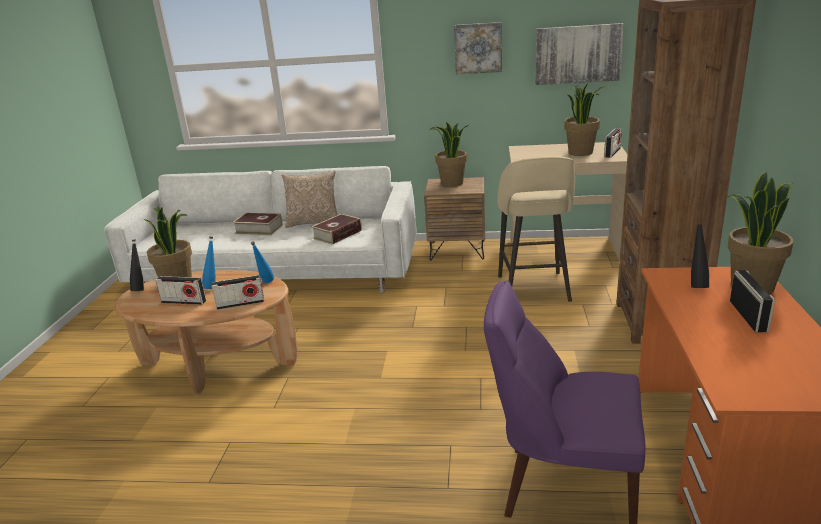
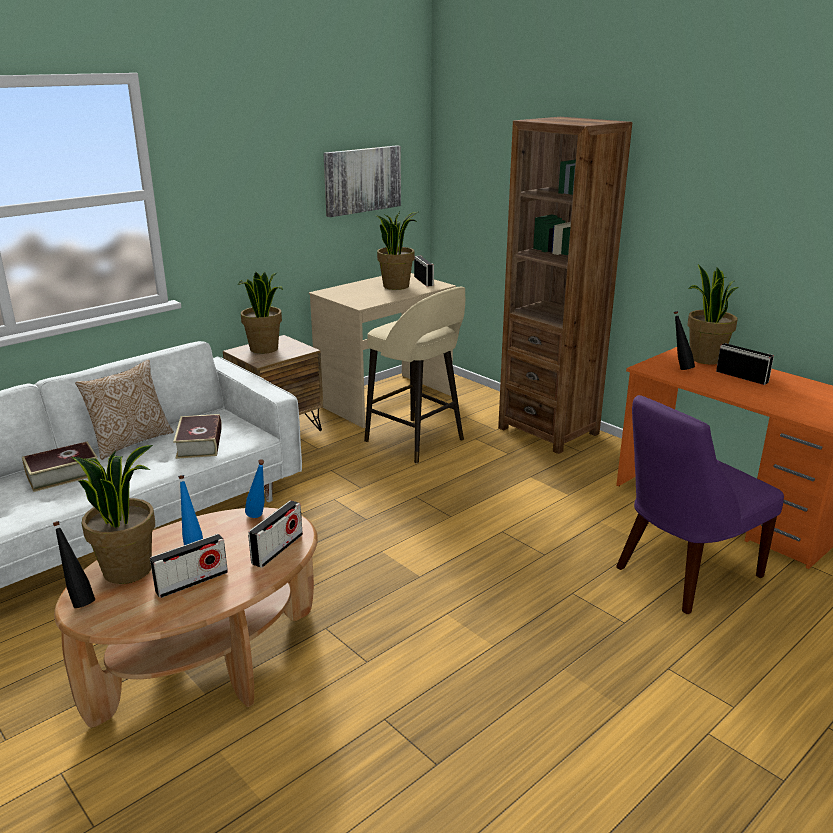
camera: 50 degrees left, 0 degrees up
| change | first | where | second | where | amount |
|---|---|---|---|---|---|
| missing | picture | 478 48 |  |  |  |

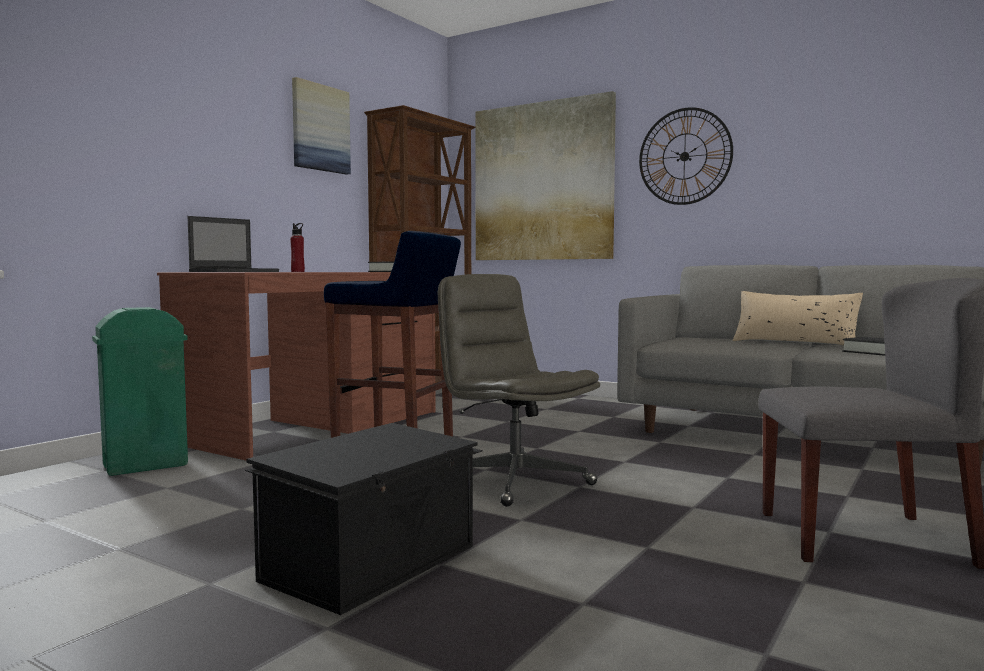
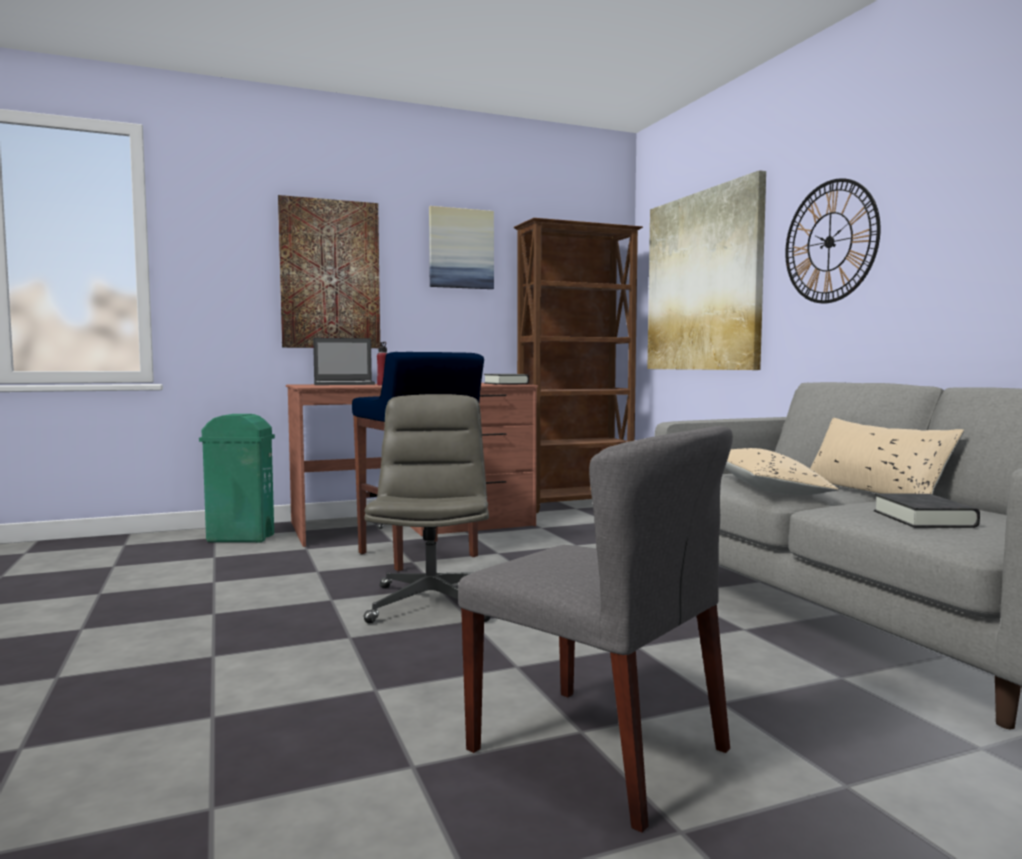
camera: 35 degrees right, 0 degrees up
| change | first | where | second | where | amount |
|---|---|---|---|---|---|
| missing | black storage box | 364 519 |  |  |  |
| appeared |  |  | picture | 329 271 |  |
| appeared |  |  | beige pillow | 782 471 |  |

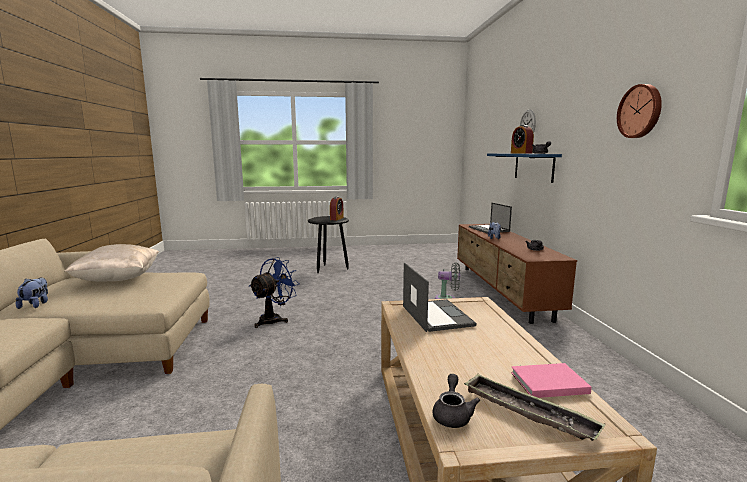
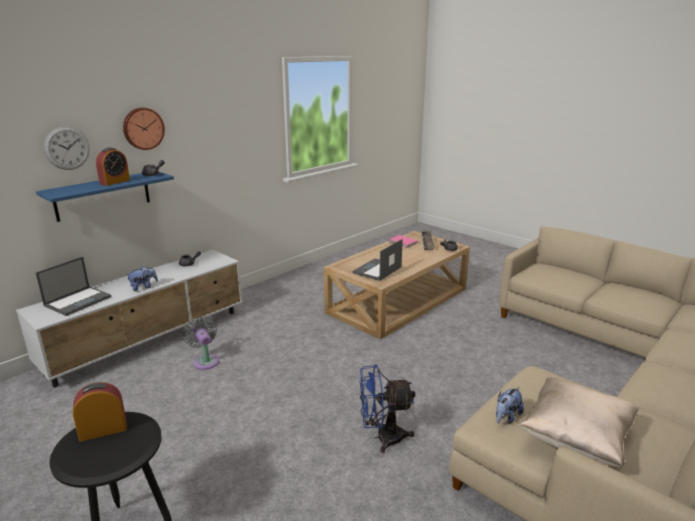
camera: 130 degrees left, 10 degrees up
| change | first | where | second | where | amount |
|---|---|---|---|---|---|
| relocated | wall clock | 639 111 |  | 144 129 |  |
| colour | brown tv stand | 517 274 | white tv stand | 129 318 |  |
| relocated | plush toy | 32 293 |  | 510 405 |  |

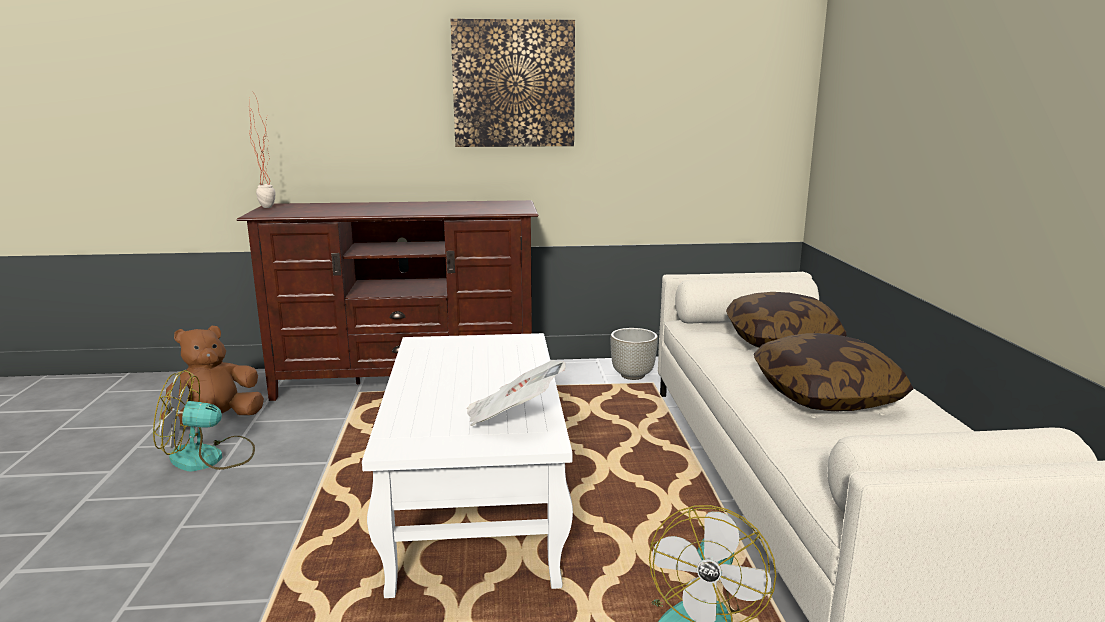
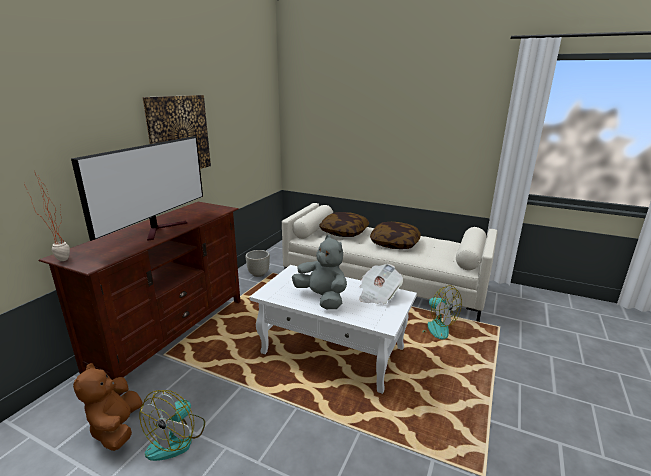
camera: 60 degrees left, 5 degrees up
| change | first | where | second | where | amount |
|---|---|---|---|---|---|
| appeared |  |  | television | 137 188 |  |
| appeared |  |  | grey plush toy | 319 272 |  |

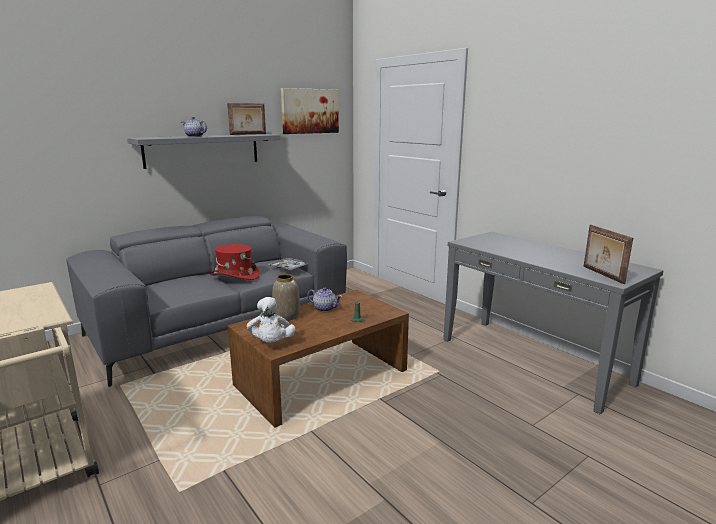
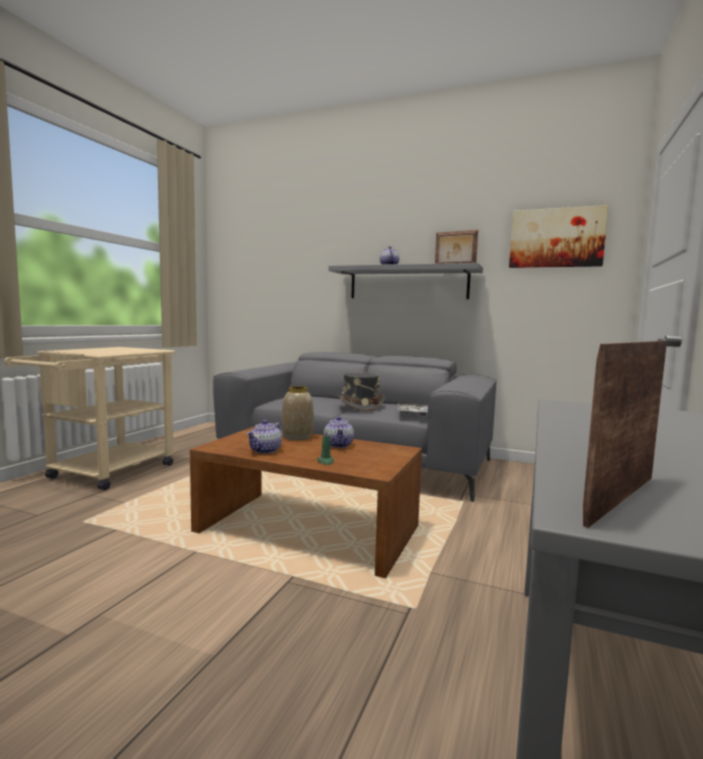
camera: 60 degrees right, 10 degrees down
| change | first | where | second | where | amount |
|---|---|---|---|---|---|
| colour | red hat | 235 262 | grey hat | 360 391 |  |
| missing | white plush toy | 271 320 |  |  |  |
| appeared |  |  | teapot | 264 437 |  |

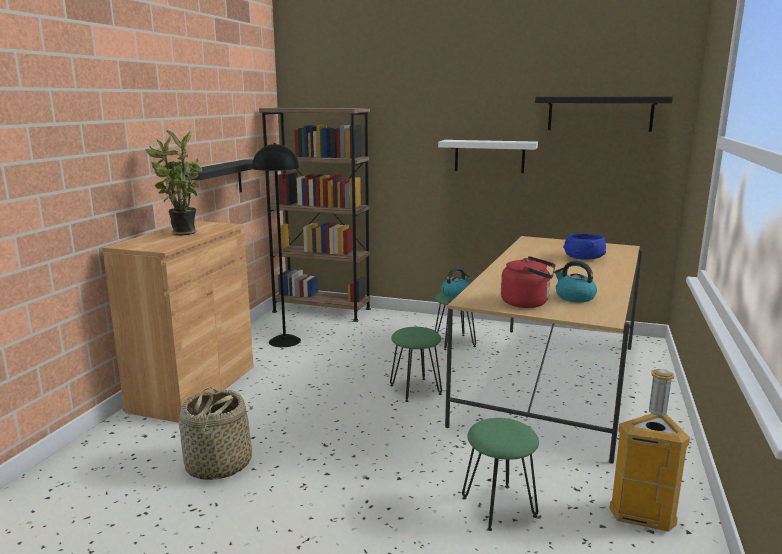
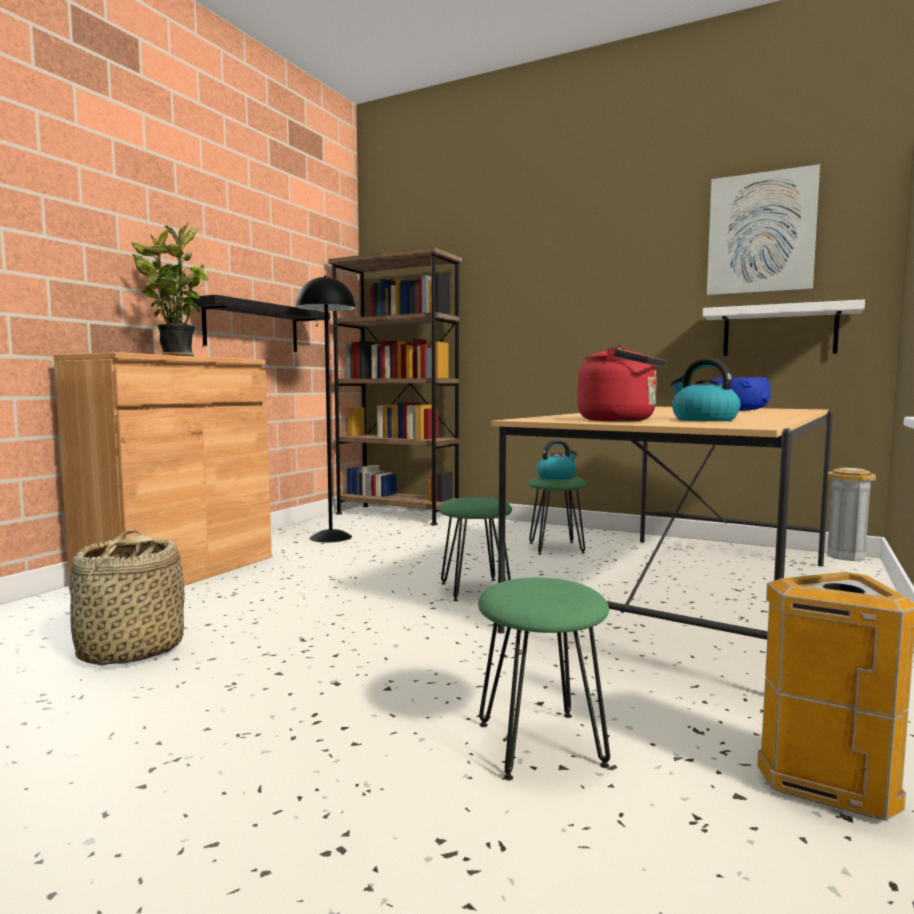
camera: 10 degrees right, 10 degrees down
| change | first | where | second | where | amount |
|---|---|---|---|---|---|
| exchanged | black shelf | 604 114 | picture | 763 230 |  |
| relocated | white shelf | 488 156 |  | 784 327 |  |

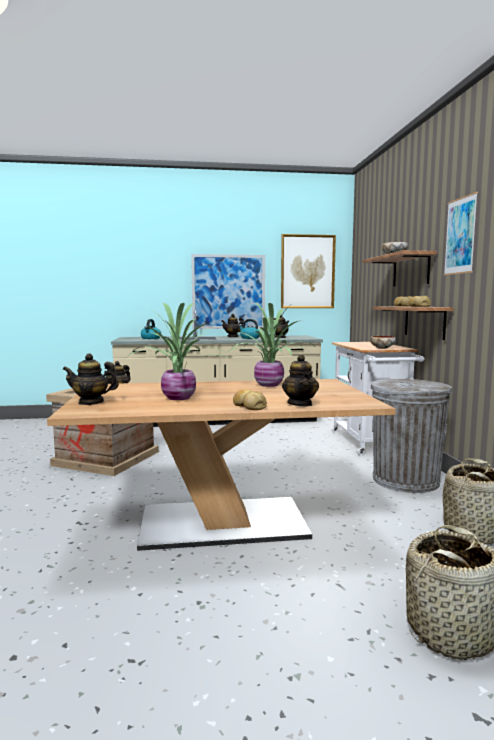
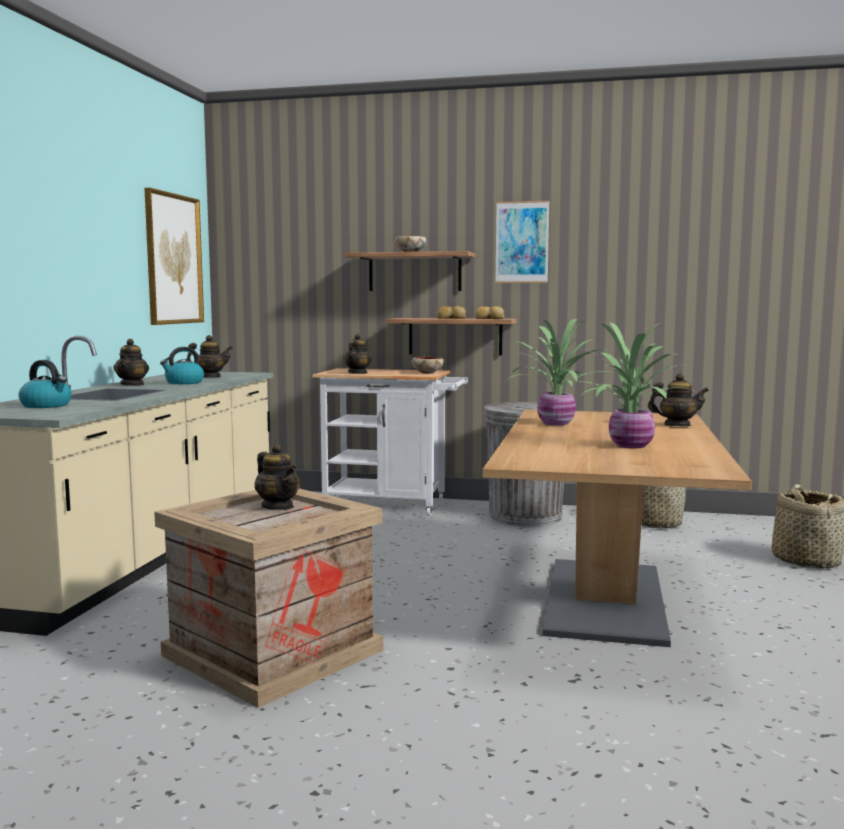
camera: 70 degrees left, 0 degrees up
| change | first | where | second | where | amount |
|---|---|---|---|---|---|
| missing | picture | 228 291 |  |  |  |
| relocated | teapot | 91 379 |  | 357 354 |  |
| missing | bread | 250 399 |  |  |  |

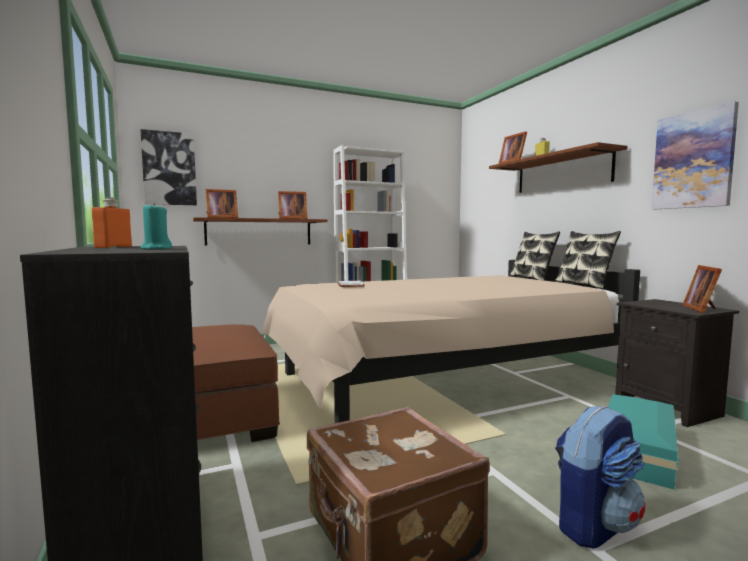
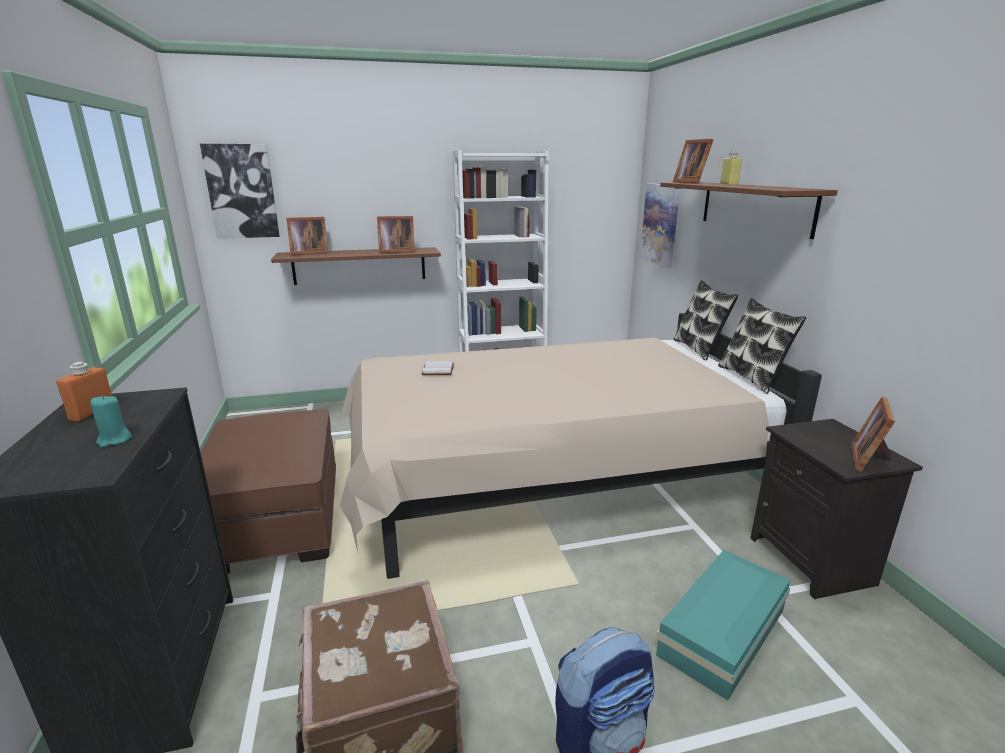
camera: 10 degrees right, 15 degrees up
| change | first | where | second | where | amount |
|---|---|---|---|---|---|
| relocated | picture | 695 155 |  | 660 225 |  |

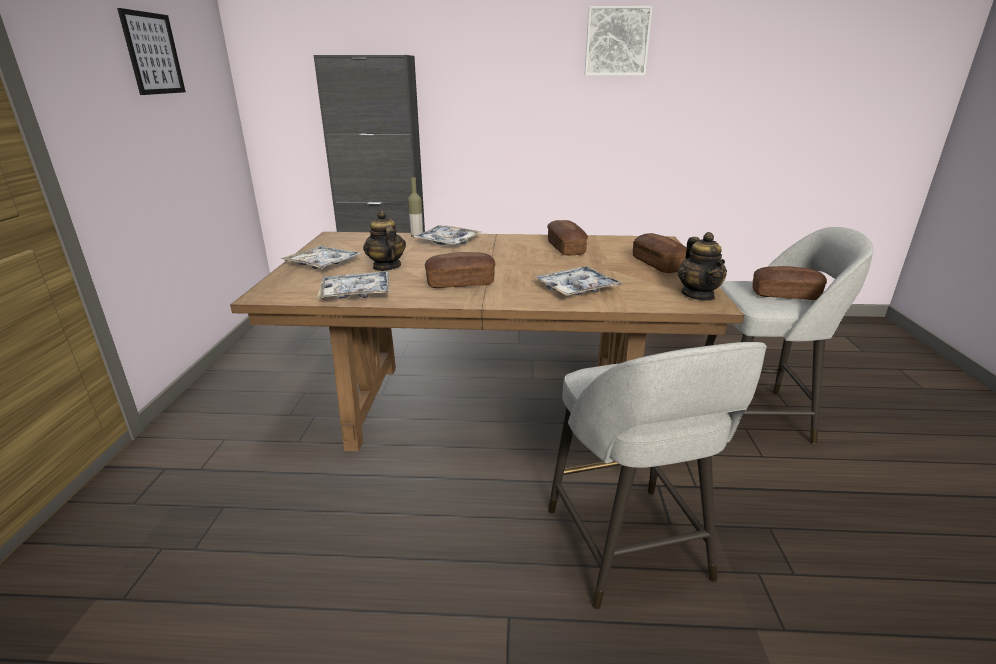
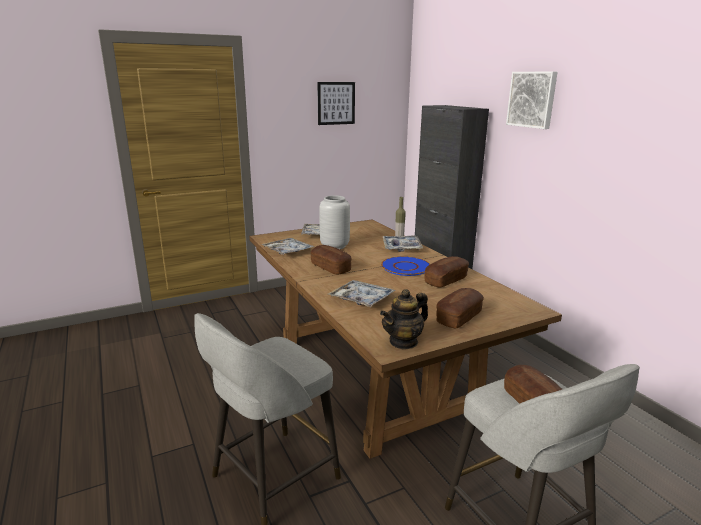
camera: 60 degrees right, 5 degrees down
| change | first | where | second | where | amount |
|---|---|---|---|---|---|
| relocated | picture | 618 40 |  | 532 100 |  |
| exchanged | teapot | 384 240 | grey vase | 334 222 |  |
| appeared |  |  | blue plate | 405 266 |  |

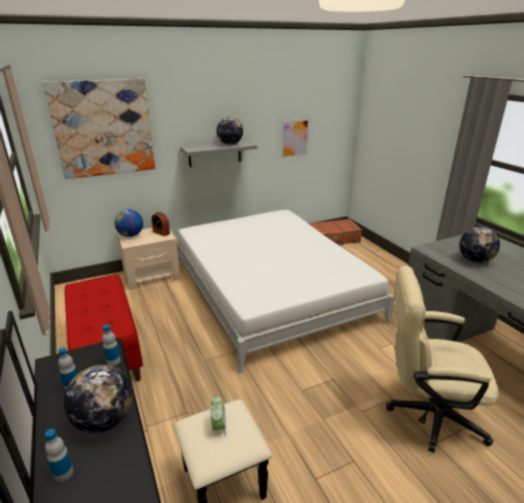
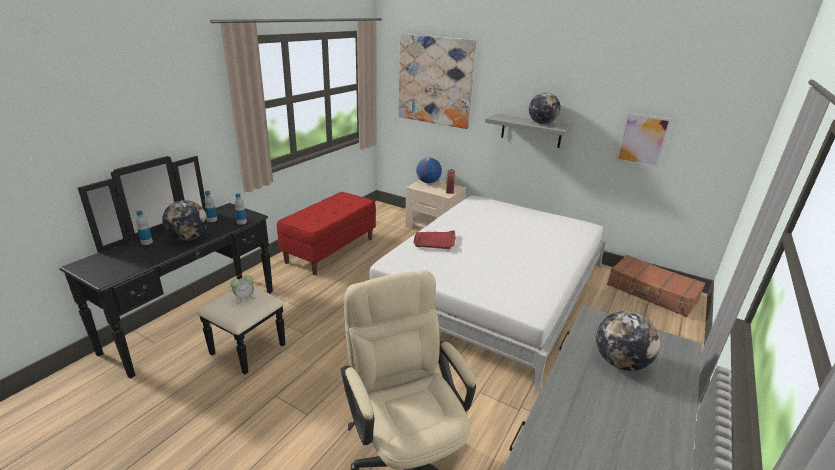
camera: 55 degrees right, 0 degrees up
| change | first | where | second | where | amount |
|---|---|---|---|---|---|
| appeared |  |  | red tray | 434 239 |  |

